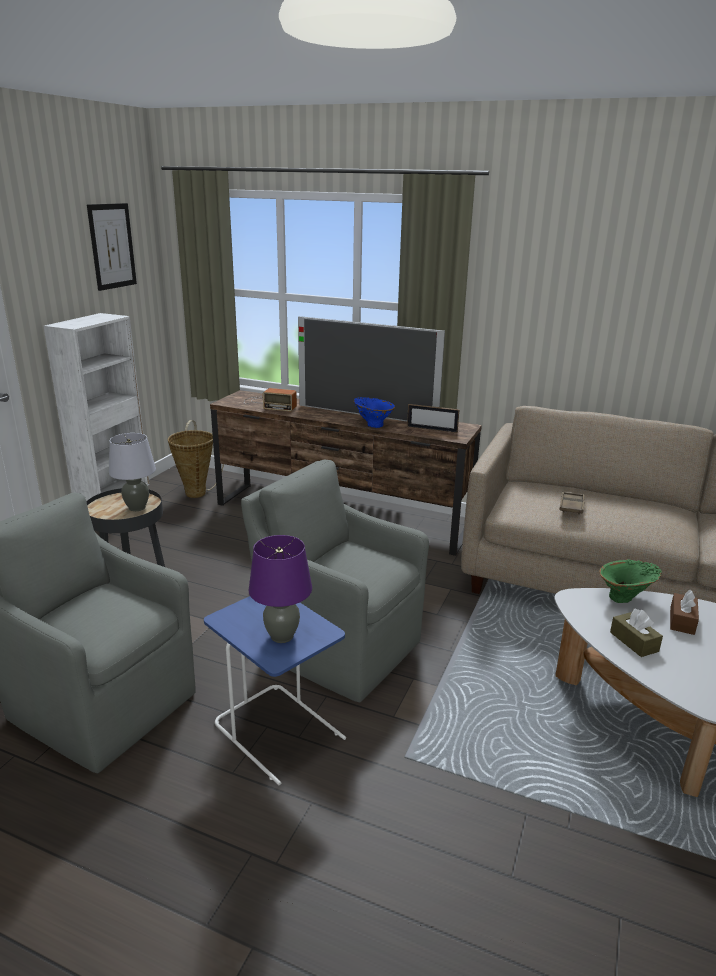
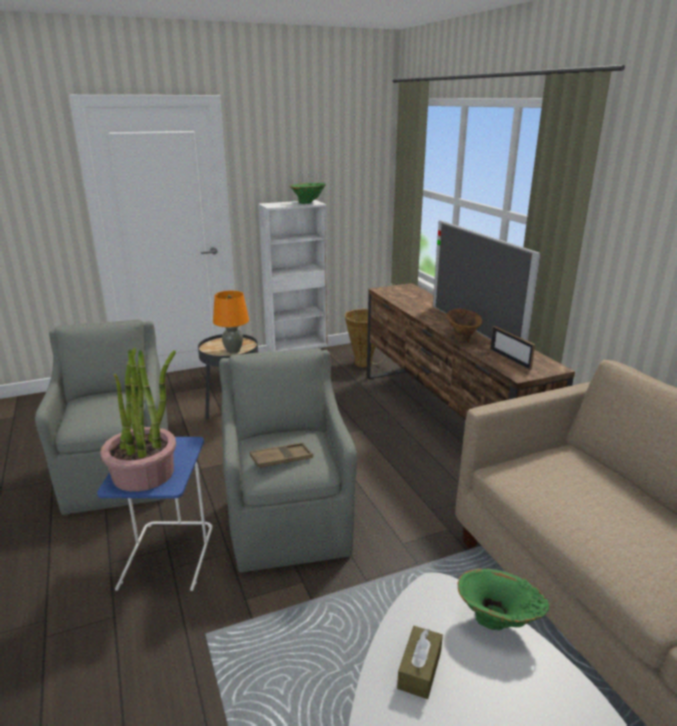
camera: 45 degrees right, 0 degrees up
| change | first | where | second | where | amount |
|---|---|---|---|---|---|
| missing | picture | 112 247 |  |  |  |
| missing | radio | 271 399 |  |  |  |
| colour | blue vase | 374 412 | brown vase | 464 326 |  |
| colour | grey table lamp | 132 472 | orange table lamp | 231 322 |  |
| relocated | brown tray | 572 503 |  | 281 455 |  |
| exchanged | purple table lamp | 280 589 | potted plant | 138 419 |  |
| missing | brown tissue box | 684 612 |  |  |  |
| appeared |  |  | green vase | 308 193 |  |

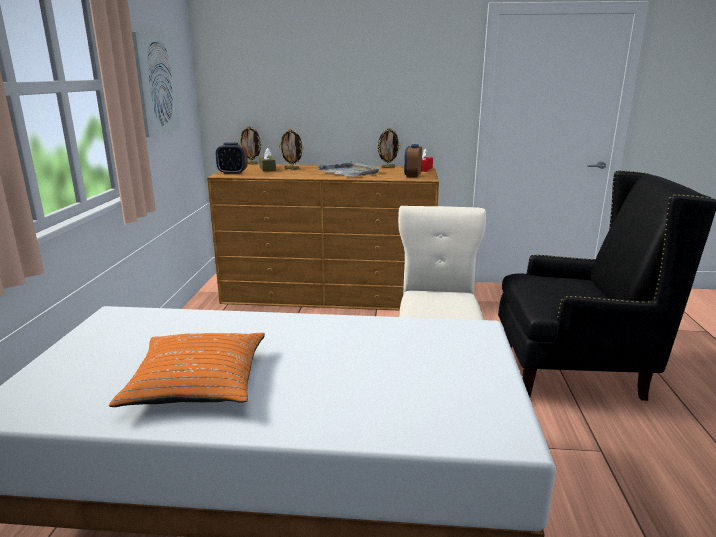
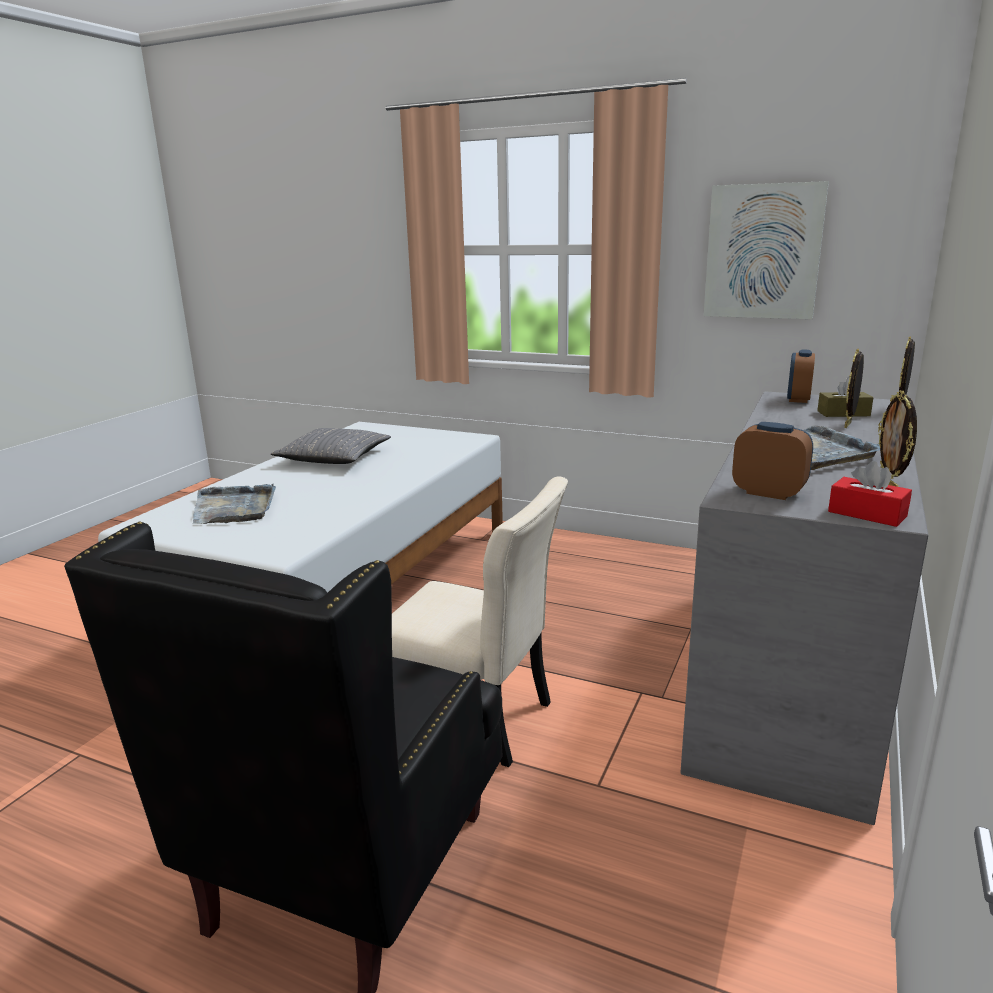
camera: 110 degrees right, 0 degrees up
| change | first | where | second | where | amount |
|---|---|---|---|---|---|
| colour | brown dresser | 323 237 | grey dresser | 804 608 |  |
| colour | orange pillow | 187 370 | grey pillow | 331 446 |  |
| appeared |  |  | grey tray | 234 504 |  |

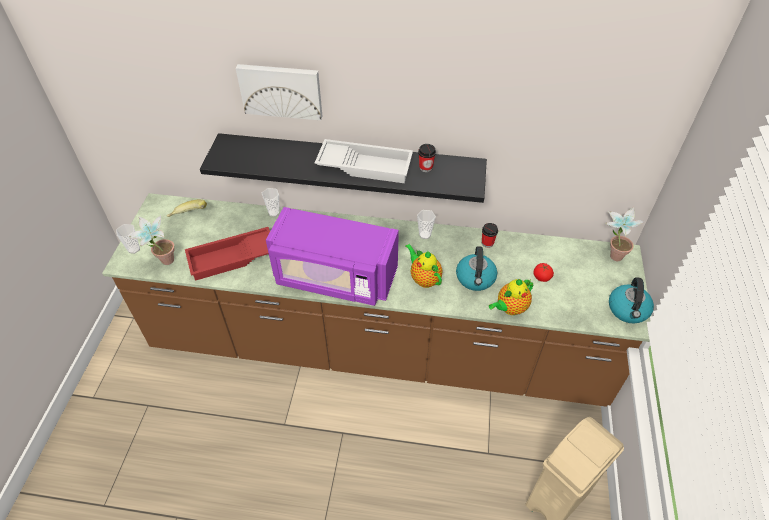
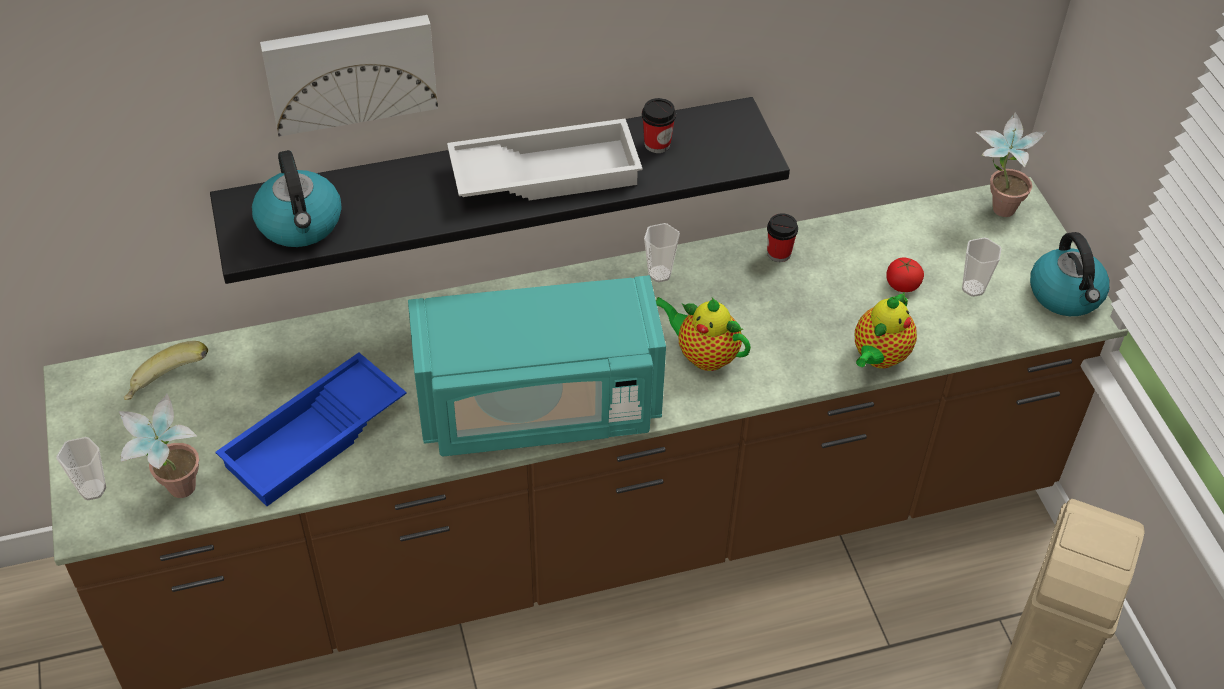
camera: 25 degrees left, 0 degrees up
| change | first | where | second | where | amount |
|---|---|---|---|---|---|
| relocated | cup | 270 202 |  | 982 267 |  |
| colour | purple microwave | 332 256 | turquoise microwave | 537 366 |  |
| colour | red tray | 227 254 | blue tray | 311 429 |  |
| relocated | kettle | 476 268 |  | 297 198 |  |

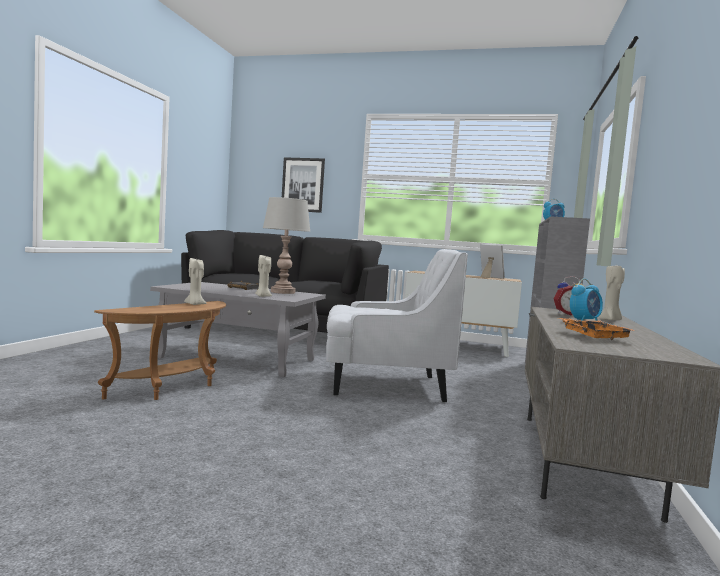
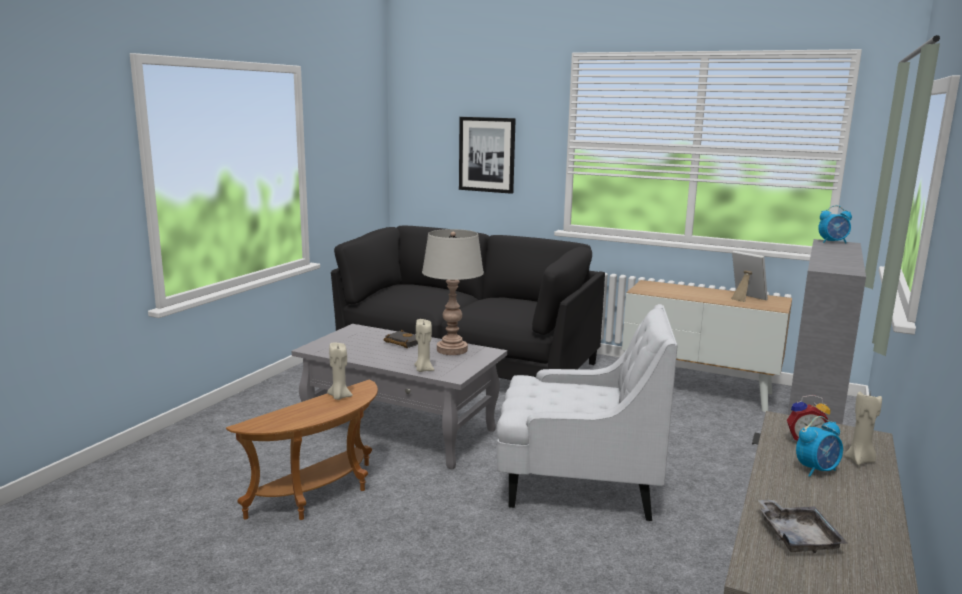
camera: 10 degrees right, 10 degrees up
| change | first | where | second | where | amount |
|---|---|---|---|---|---|
| colour | orange tray | 597 329 | grey tray | 802 526 |  |

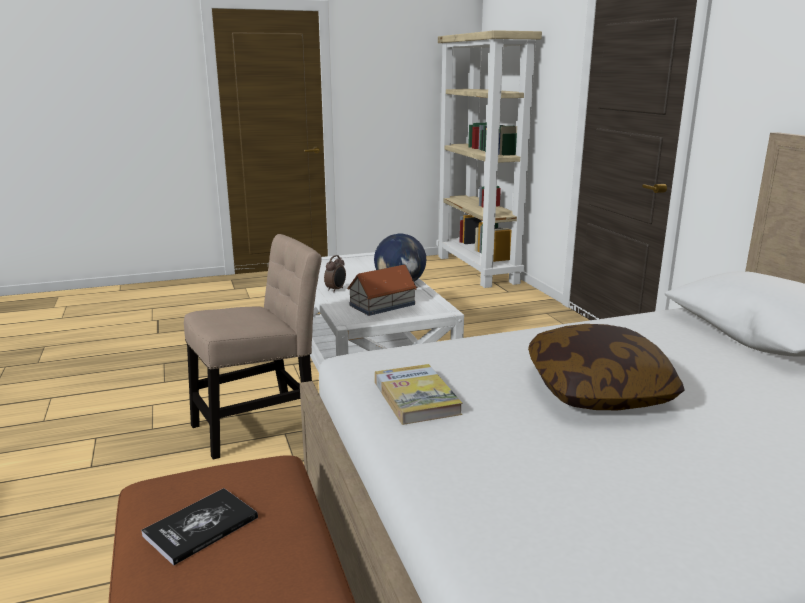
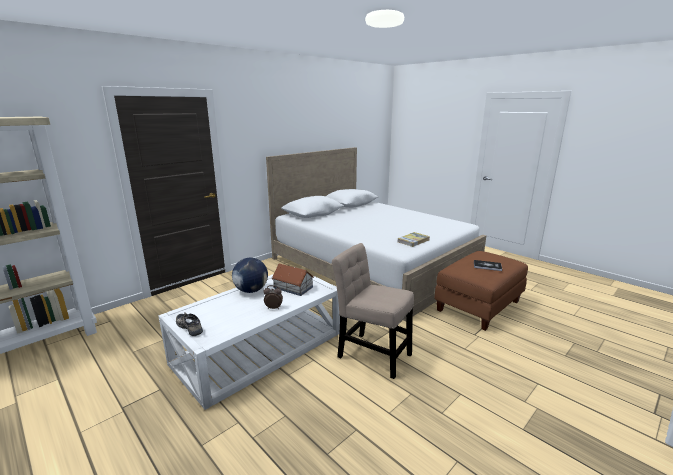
camera: 115 degrees left, 0 degrees up
| change | first | where | second | where | amount |
|---|---|---|---|---|---|
| missing | pillow | 606 367 |  |  |  |
| appeared |  |  | shoe | 189 324 |  |

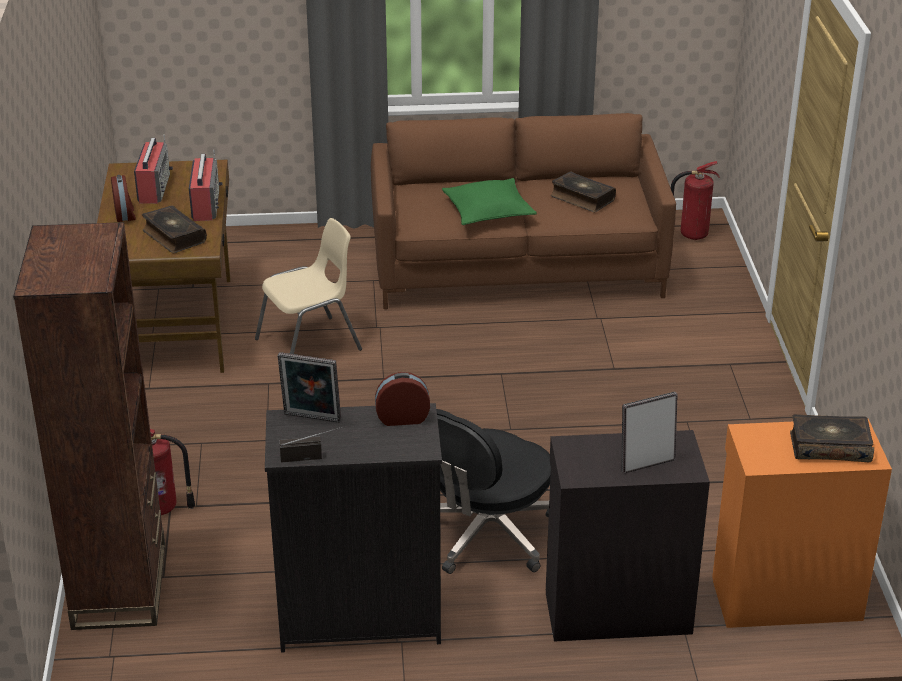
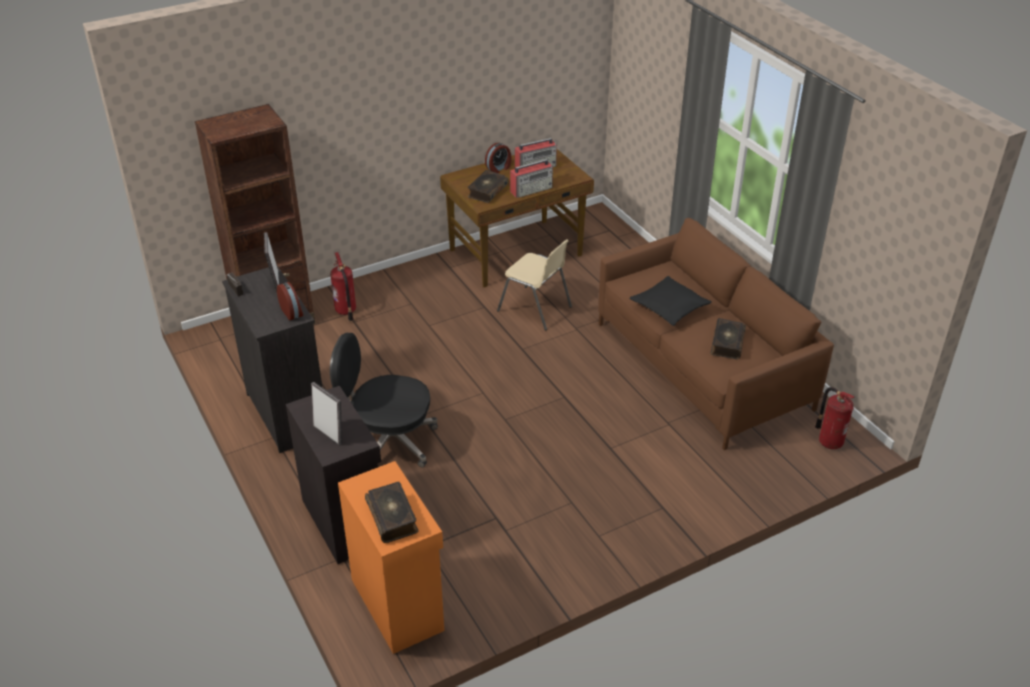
camera: 65 degrees right, 5 degrees up
| change | first | where | second | where | amount |
|---|---|---|---|---|---|
| colour | green pillow | 489 201 | black pillow | 670 301 |  |

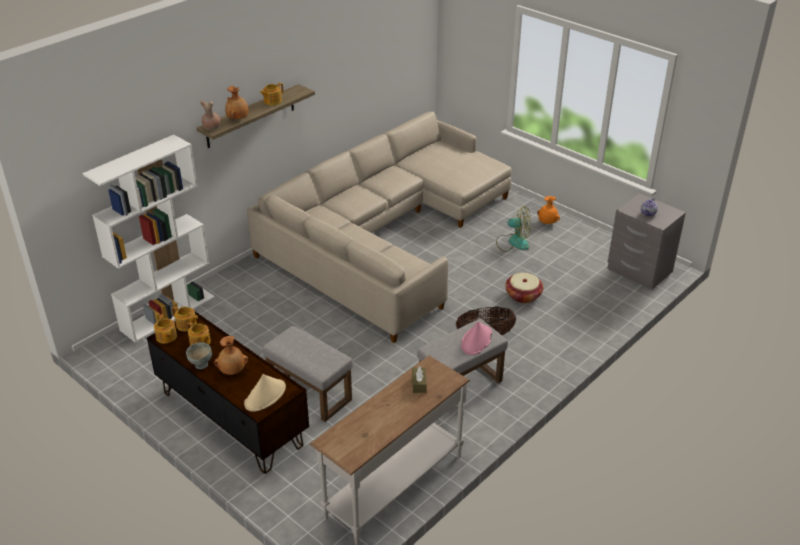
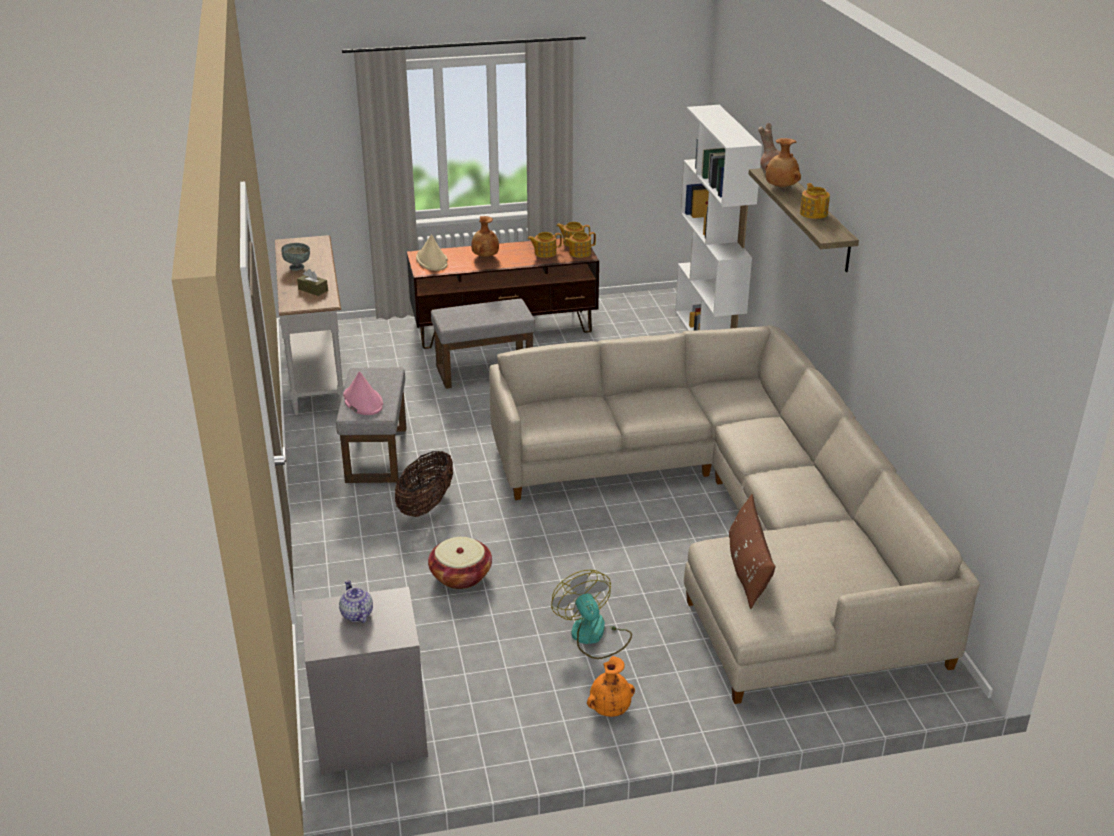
camera: 125 degrees right, 5 degrees down
| change | first | where | second | where | amount |
|---|---|---|---|---|---|
| spun | fan | 513 229 |  | 591 614 | 105 degrees clockwise |
| relocated | grey bowl | 199 355 |  | 295 257 |  |
| appeared |  |  | brown pillow | 752 551 |  |

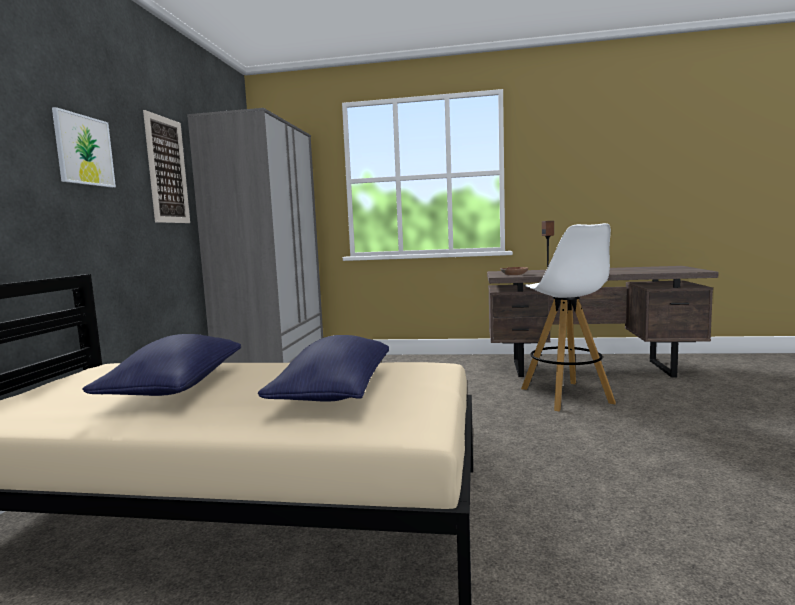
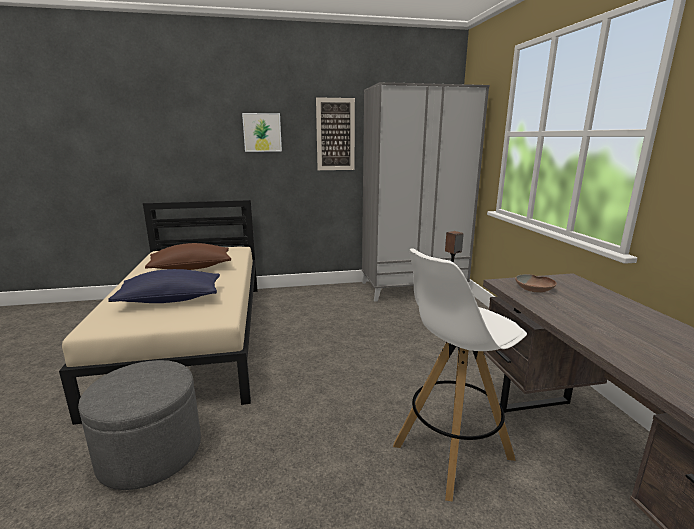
camera: 70 degrees right, 10 degrees up
| change | first | where | second | where | amount |
|---|---|---|---|---|---|
| colour | blue pillow | 161 365 | brown pillow | 188 256 |  |
| appeared |  |  | grey ottoman | 139 425 |  |

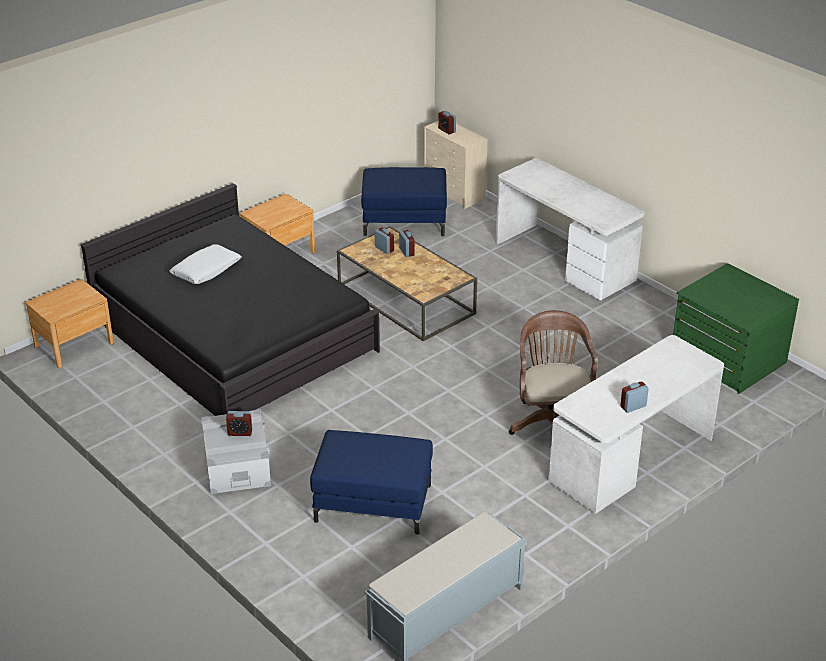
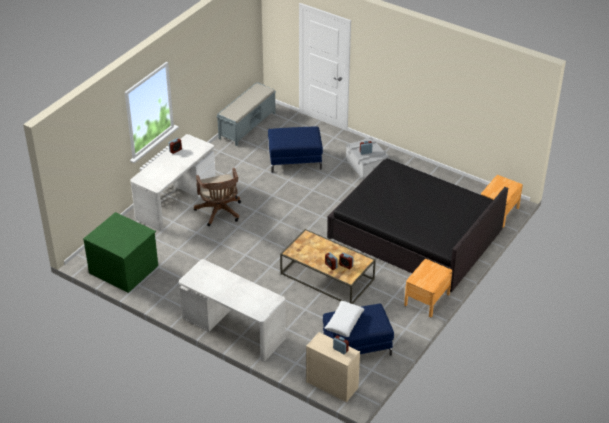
camera: 165 degrees right, 5 degrees up
| change | first | where | second | where | amount |
|---|---|---|---|---|---|
| relocated | white pillow | 205 264 |  | 345 319 |  |

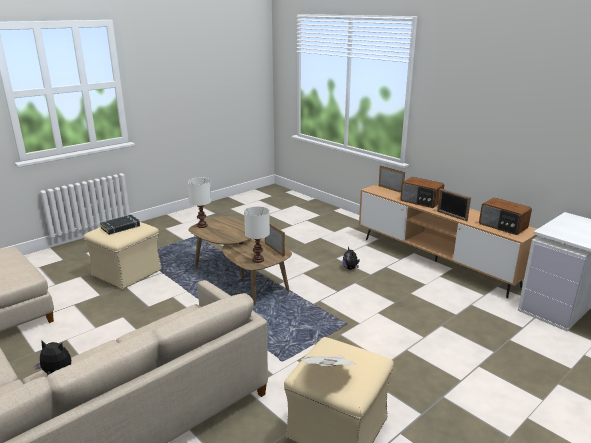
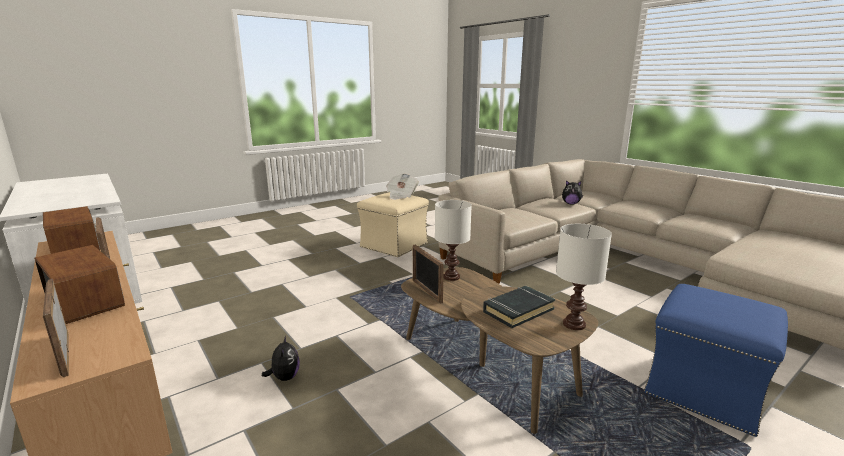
camera: 175 degrees left, 5 degrees down
| change | first | where | second | where | amount |
|---|---|---|---|---|---|
| relocated | black book | 120 225 |  | 519 307 |  |
| colour | beige ottoman | 123 256 | blue ottoman | 716 360 |  |

